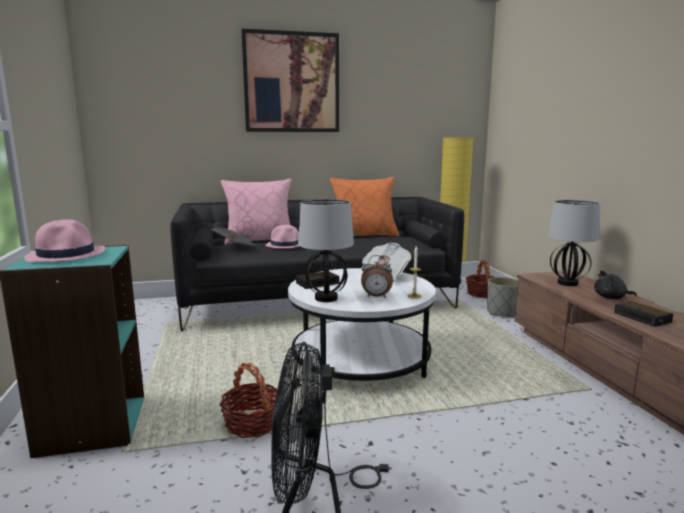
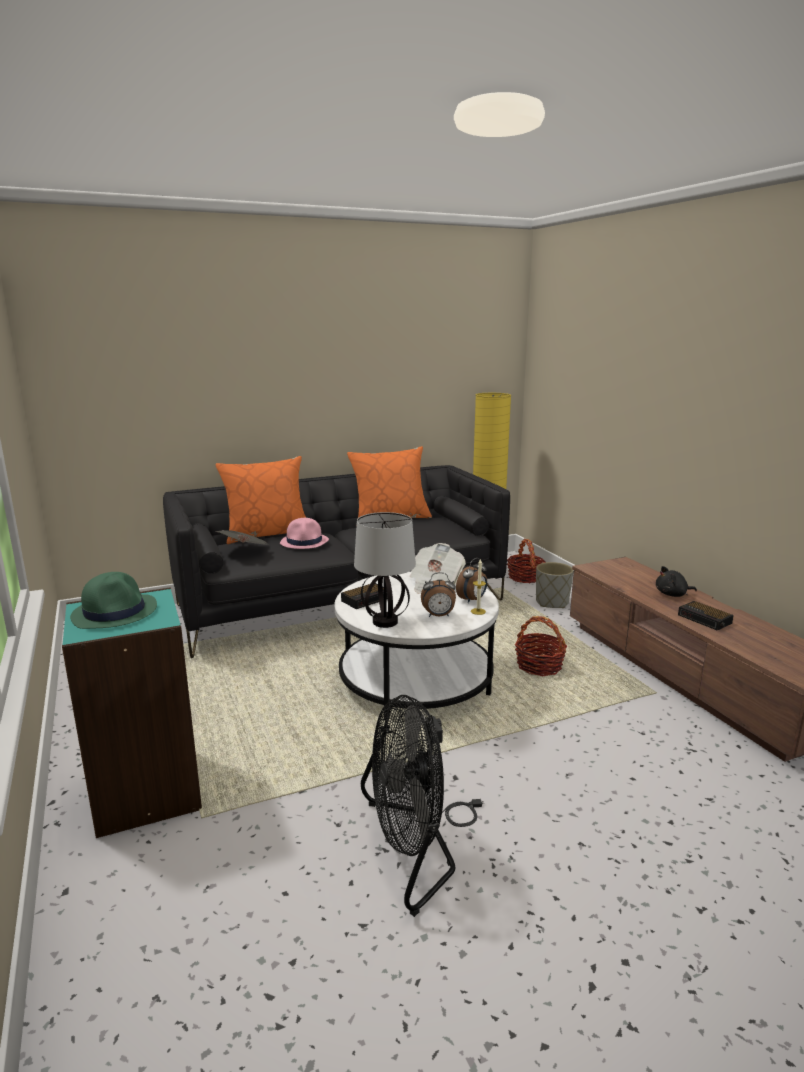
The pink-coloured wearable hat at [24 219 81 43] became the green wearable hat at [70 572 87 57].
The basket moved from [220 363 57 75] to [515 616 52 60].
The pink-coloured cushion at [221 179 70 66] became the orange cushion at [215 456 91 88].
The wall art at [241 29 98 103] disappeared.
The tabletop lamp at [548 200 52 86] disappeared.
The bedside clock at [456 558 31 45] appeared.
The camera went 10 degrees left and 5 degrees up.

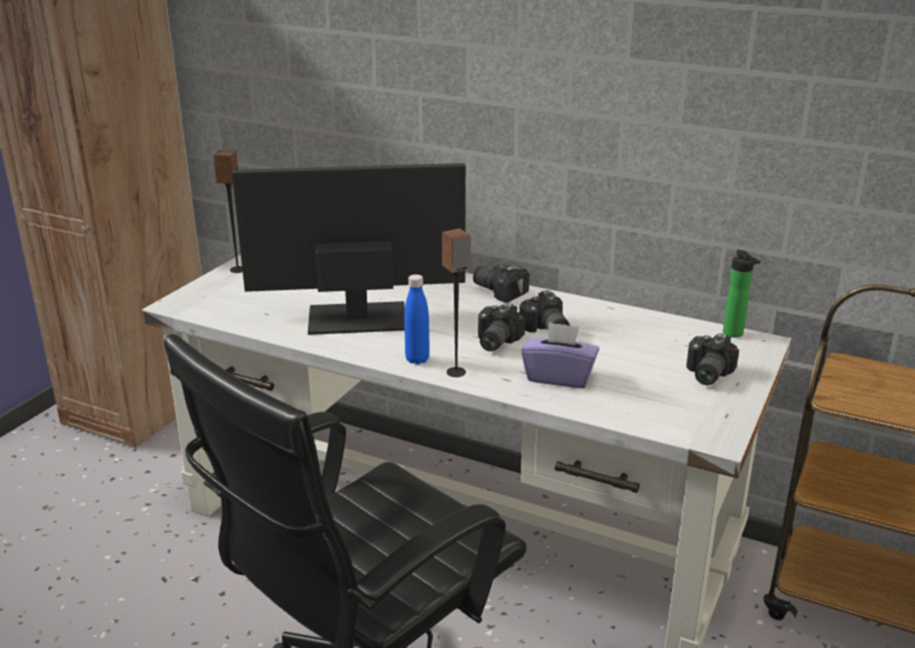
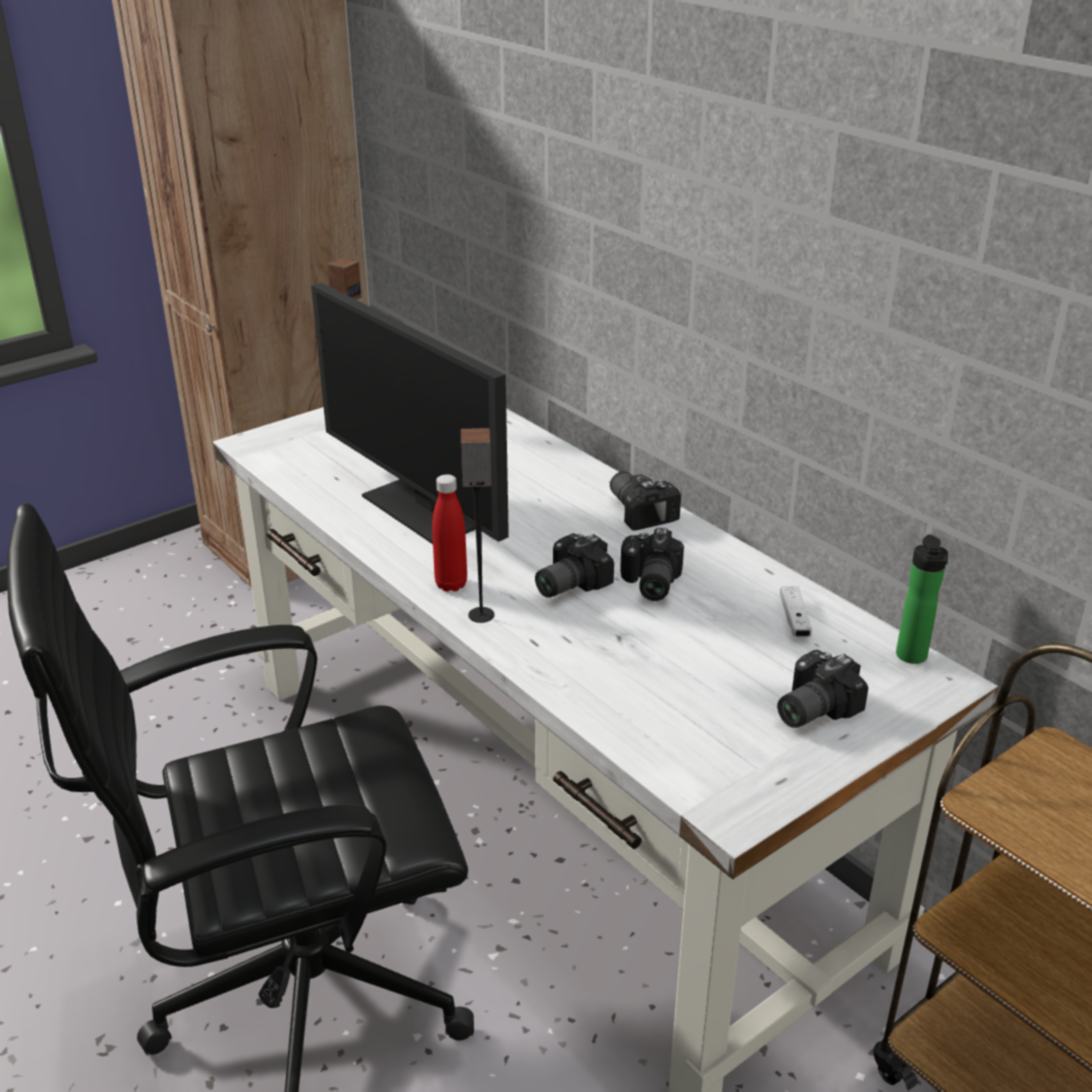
The computer display at [232 163 234 172] turned 150 degrees counterclockwise.
The blue-coloured bottle at [404 274 26 90] became the reddish bottle at [432 474 35 118].
The purplish box of tissues at [521 322 78 66] disappeared.
The white joypad at [780 586 32 52] appeared.
The camera went 25 degrees right and 5 degrees up.

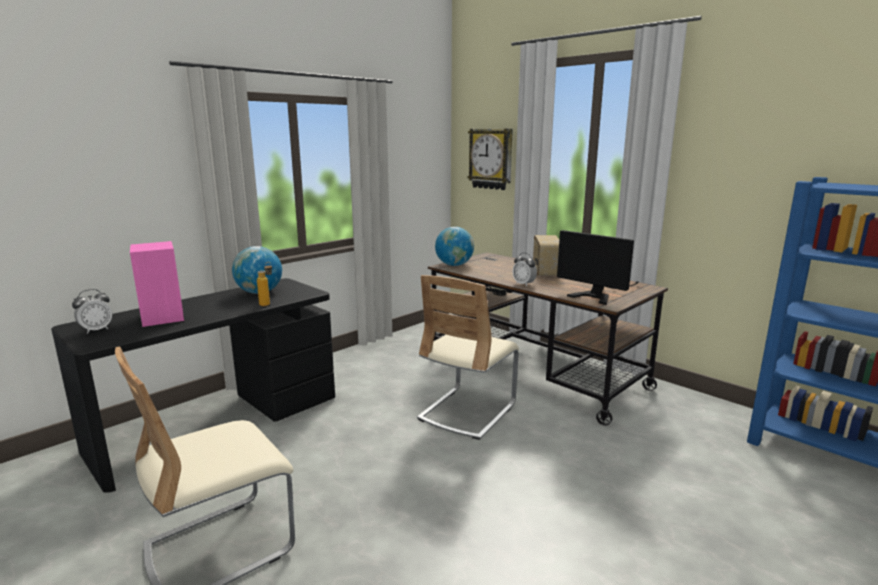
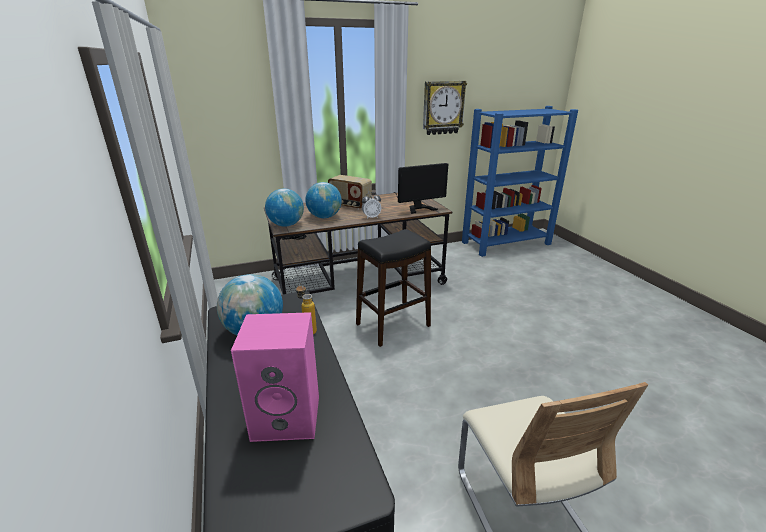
The bedside clock at [72 289 40 45] disappeared.
The beige chair at [417 275 102 165] was replaced by the blackish stool seat at [356 229 75 118].
The wall clock moved from [467 129 46 61] to [423 81 44 54].
The desk globe at [305 182 37 36] appeared.
The camera went 65 degrees left and 10 degrees up.

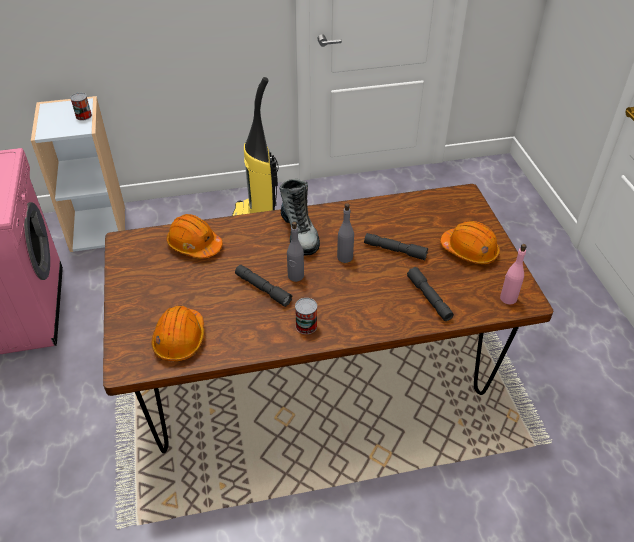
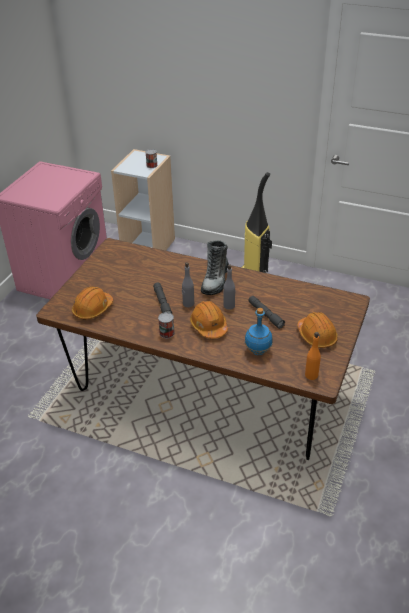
The orange safety helmet moved from [166 214 57 44] to [190 301 38 38].
The gray hand torch at [407 267 47 54] was replaced by the blue-coloured bottle at [245 308 28 47].
The pink-coloured bottle at [500 244 27 61] became the orange bottle at [305 332 16 48].
The camera went 35 degrees right and 5 degrees down.

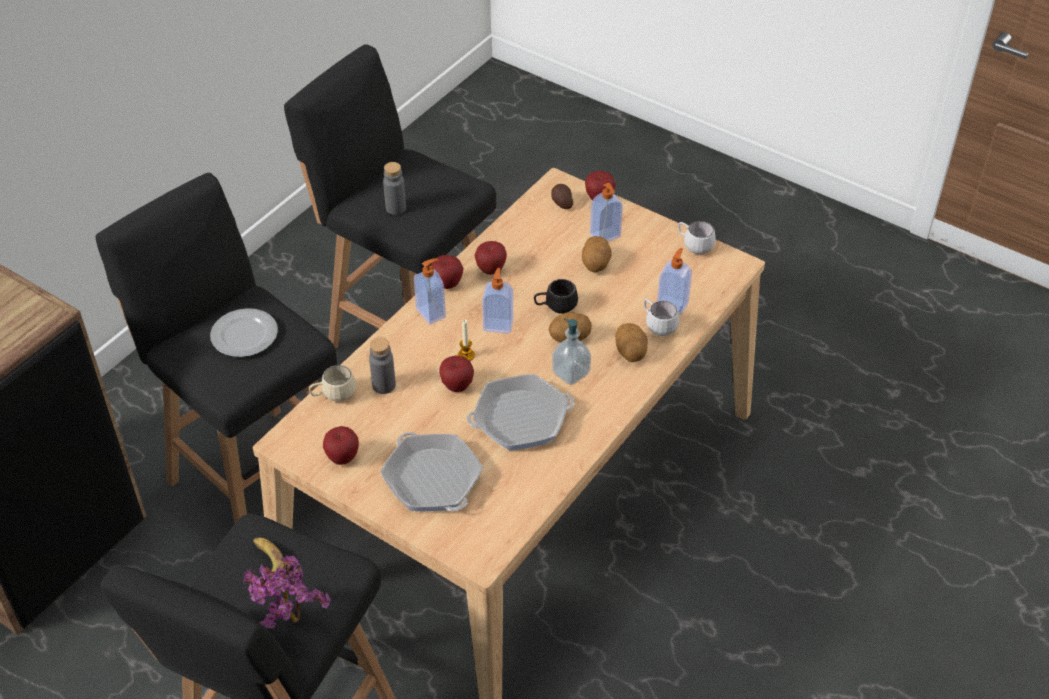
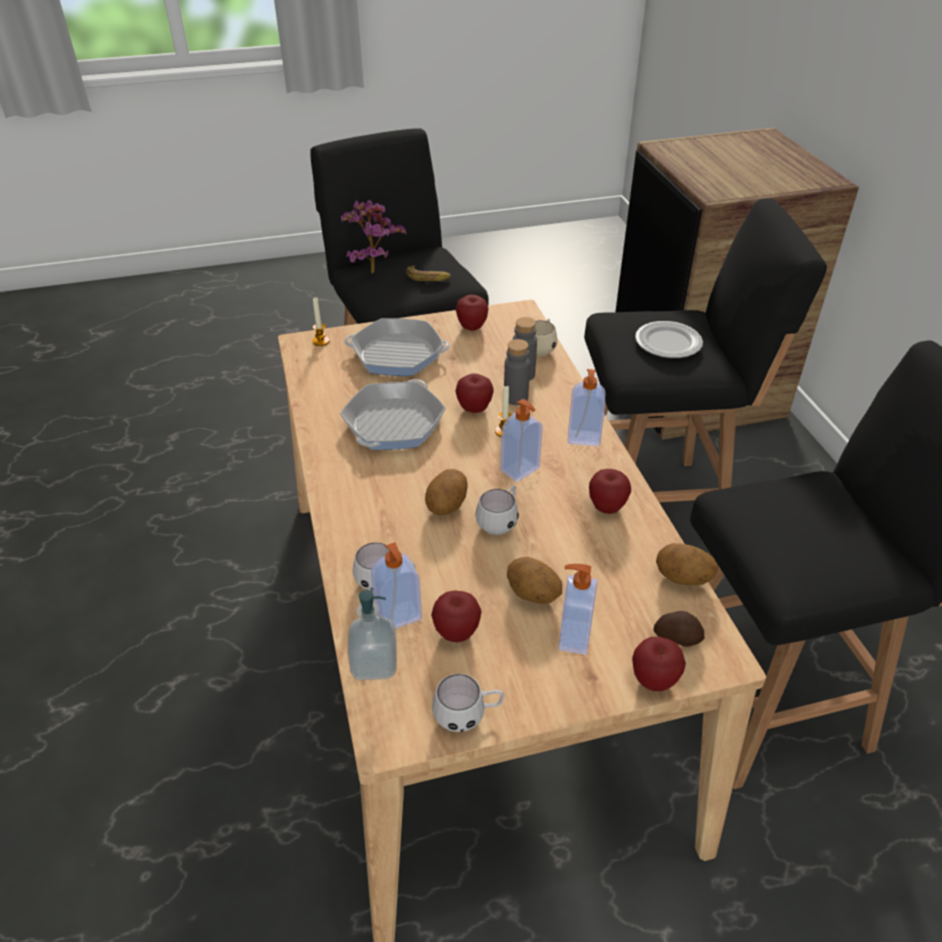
The gray bottle moved from [383 162 23 53] to [504 339 26 66].
The apple fruit moved from [431 255 33 34] to [431 590 51 52].
The blackish tea mug at [534 279 44 35] became the white tea mug at [475 485 44 50].
The liquid soap bottle moved from [552 318 39 67] to [347 590 50 90].
The spud moved from [615 323 33 39] to [656 543 62 42].
The wax candle at [312 298 18 48] appeared.
The camera went 130 degrees right and 5 degrees down.

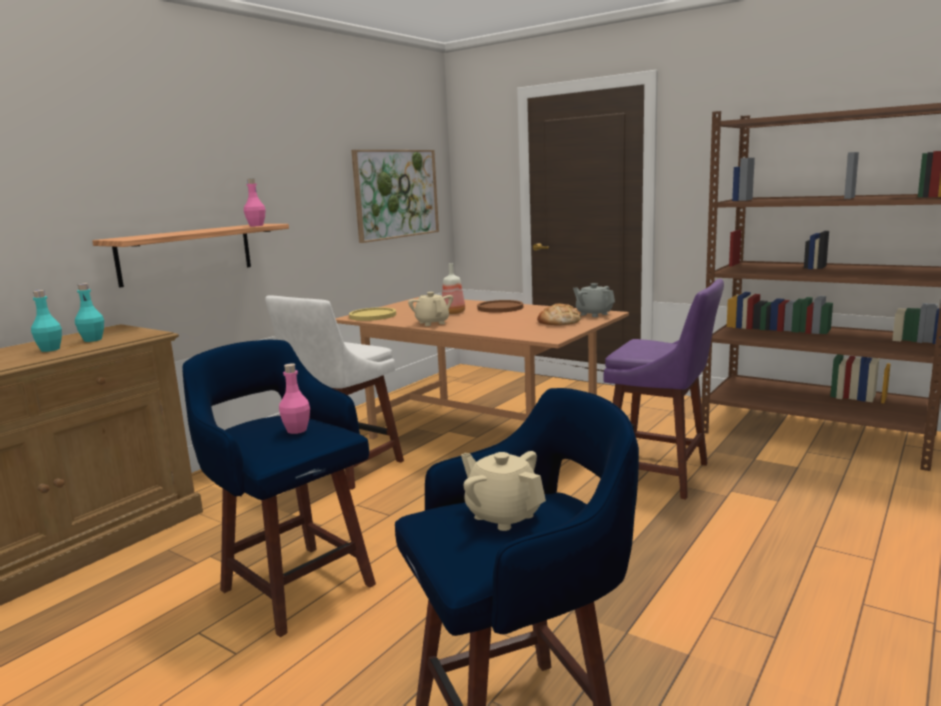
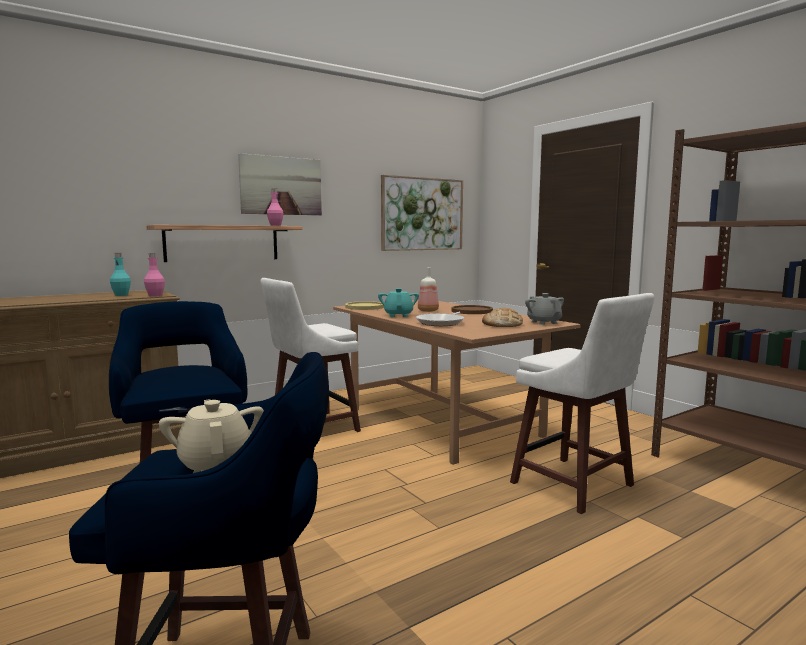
The turquoise-coloured bottle at [31 290 31 62] disappeared.
The pink-coloured bottle moved from [279 363 31 71] to [144 253 21 44].
The beige teapot at [408 292 45 34] became the turquoise-coloured teapot at [378 288 41 29].
The purplish chair at [603 279 121 221] became the white chair at [510 293 145 221].
The wall art at [238 153 84 62] appeared.
The skillet at [416 312 48 14] appeared.
The camera went 20 degrees right and 5 degrees down.

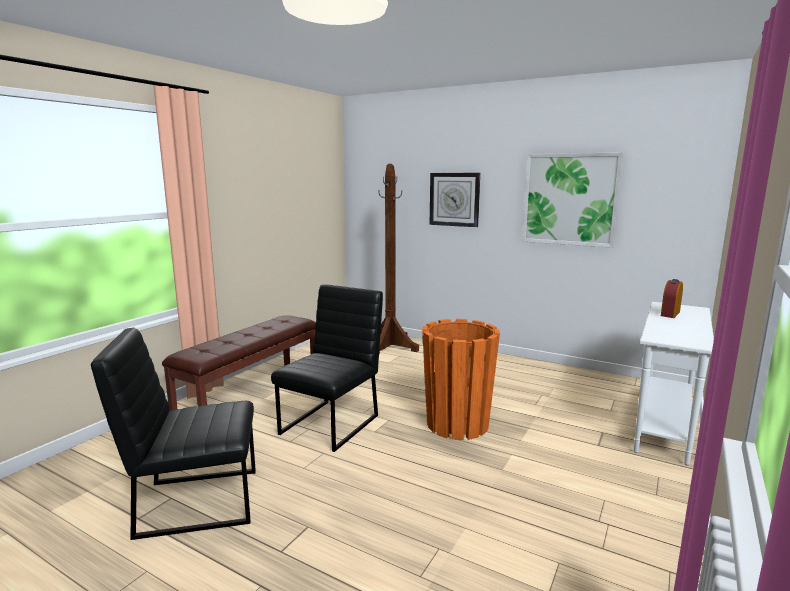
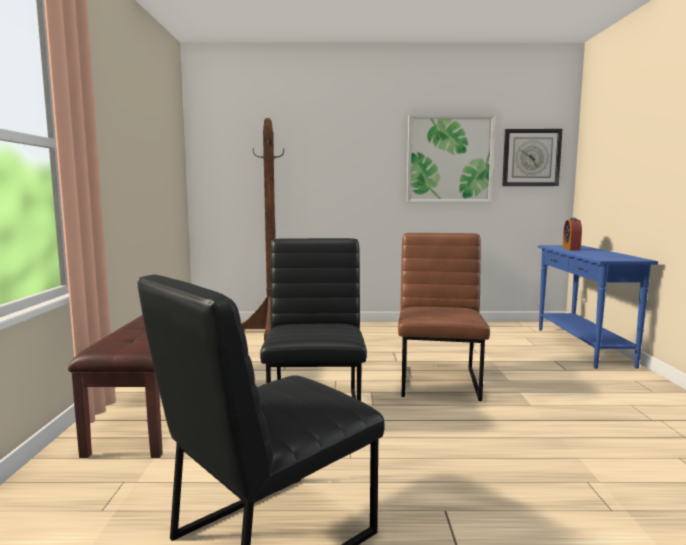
The orange plant pot at [422 319 78 121] was replaced by the brown chair at [398 233 92 168].
The wall clock moved from [430 173 50 54] to [502 129 60 57].
The white hall table at [634 302 80 163] became the blue-coloured hall table at [538 245 120 124].
The camera went 30 degrees left and 5 degrees down.

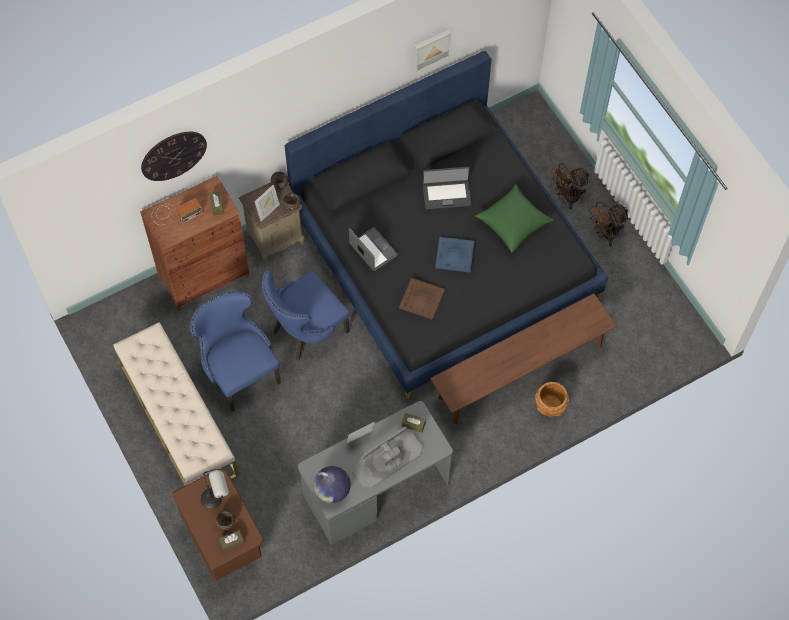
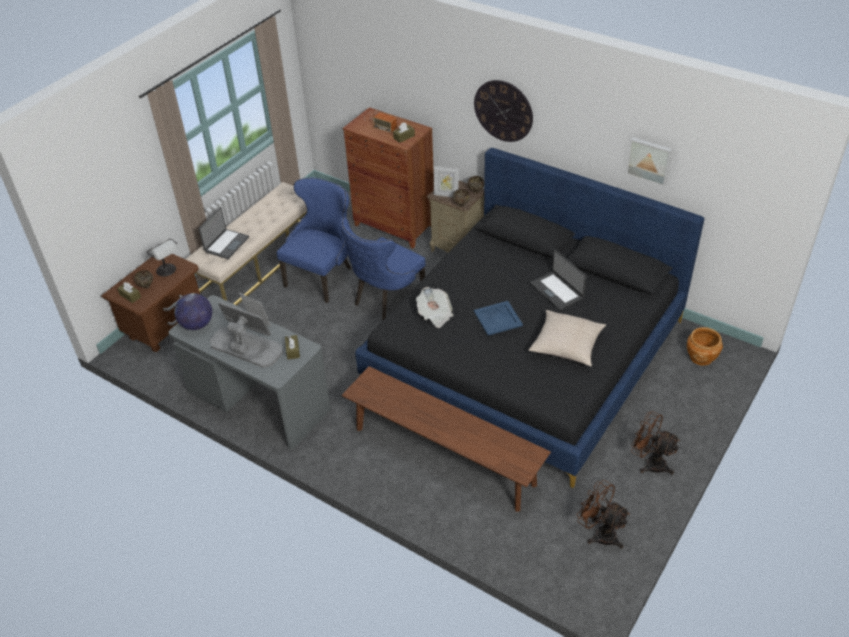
The wall clock moved from [141 132 66 49] to [474 80 59 62].
The blue-coloured chair at [262 270 87 90] turned 75 degrees counterclockwise.
The notebook computer moved from [349 227 49 44] to [198 207 51 52].
The brown tray at [399 278 46 42] was replaced by the daily paper at [416 287 38 41].
The green cushion at [475 185 78 68] became the beige cushion at [529 310 77 56].
The brown plant pot moved from [535 382 34 35] to [687 327 36 39].
The brown fan moved from [551 163 39 46] to [577 480 53 69].
The camera went 65 degrees right and 20 degrees down.

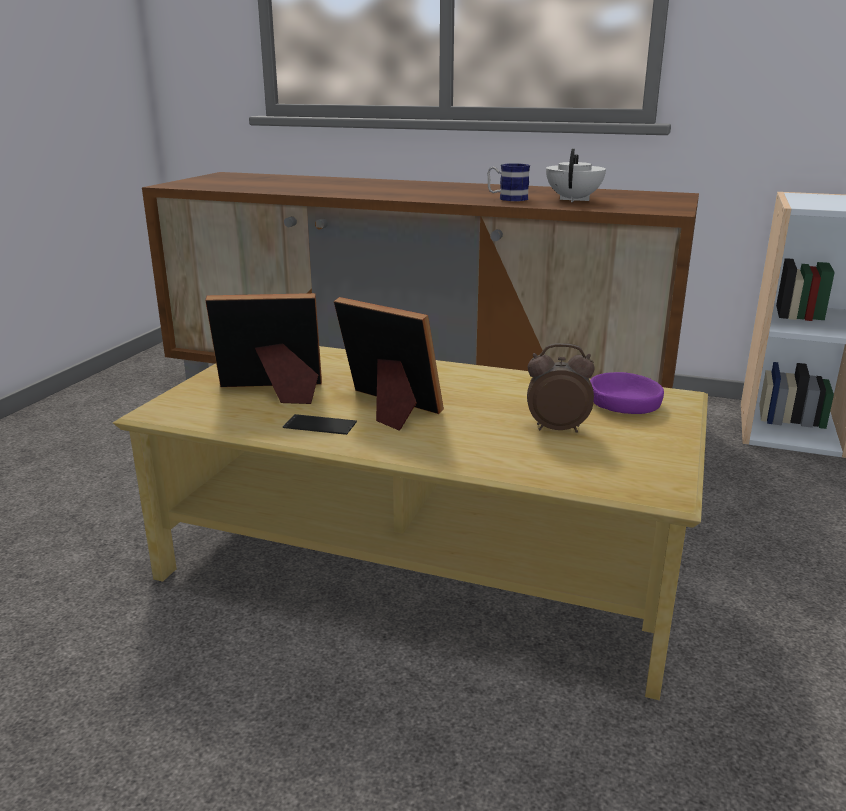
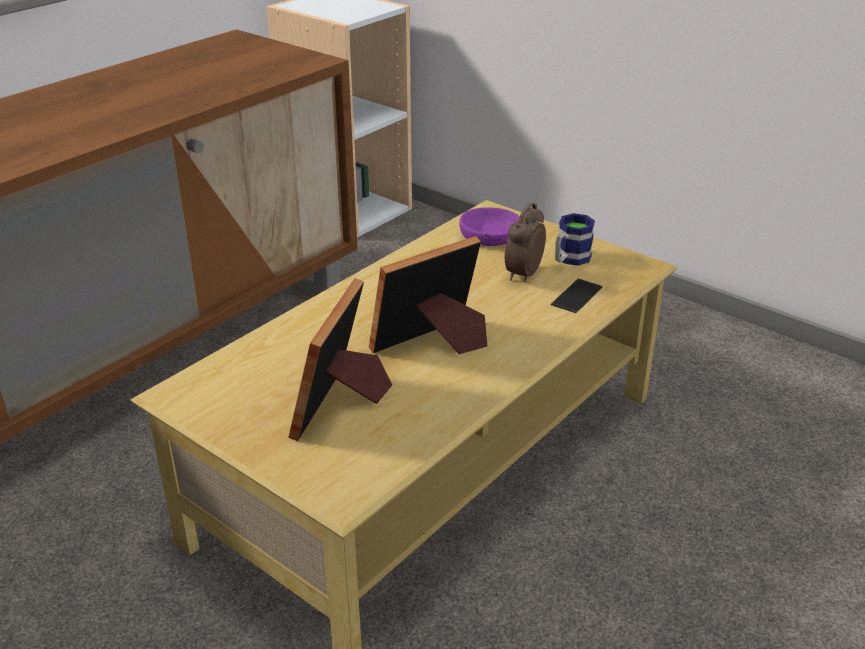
The phone moved from [283 414 74 21] to [551 279 51 34].
The tea mug moved from [487 163 43 38] to [555 213 40 53].
The white teapot at [546 149 60 53] disappeared.
The camera went 70 degrees left and 10 degrees up.

